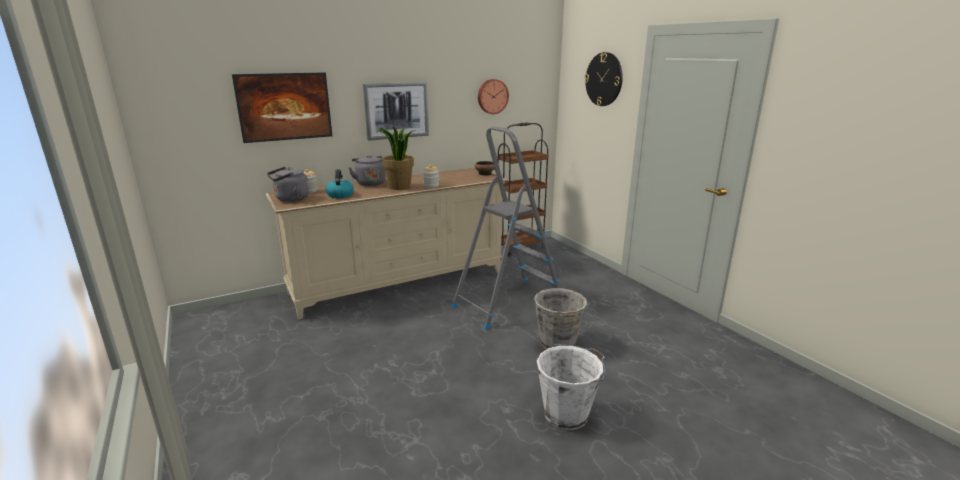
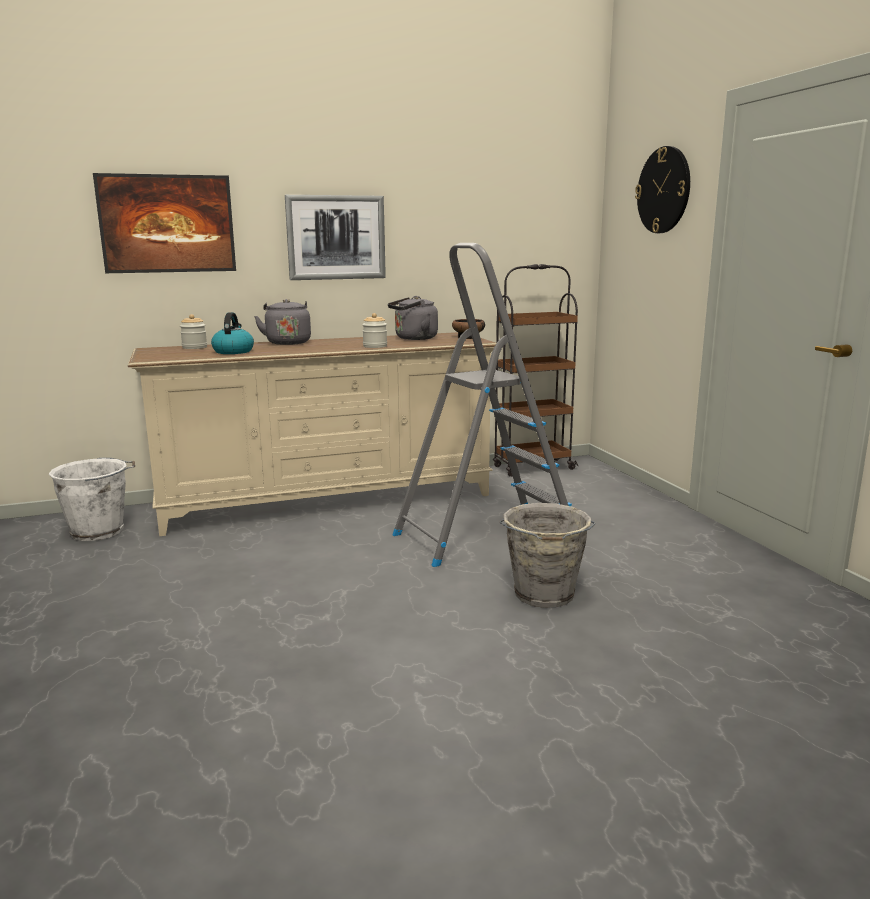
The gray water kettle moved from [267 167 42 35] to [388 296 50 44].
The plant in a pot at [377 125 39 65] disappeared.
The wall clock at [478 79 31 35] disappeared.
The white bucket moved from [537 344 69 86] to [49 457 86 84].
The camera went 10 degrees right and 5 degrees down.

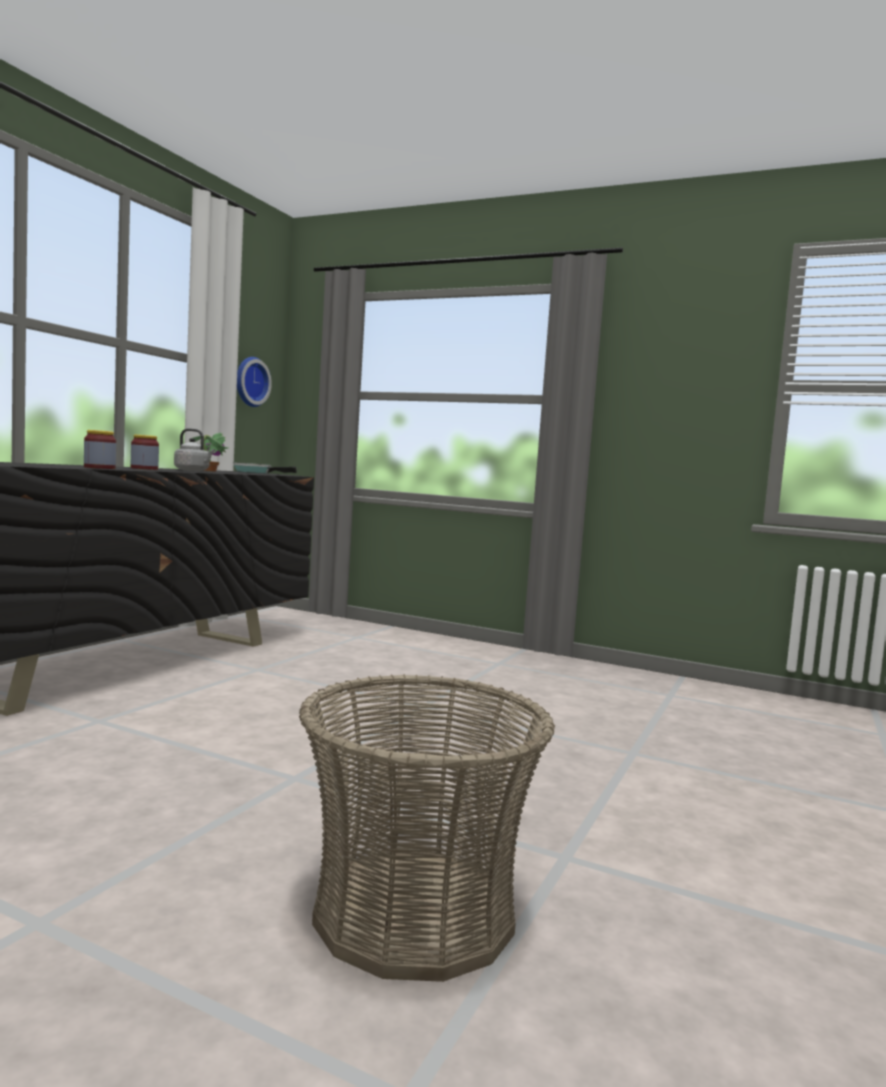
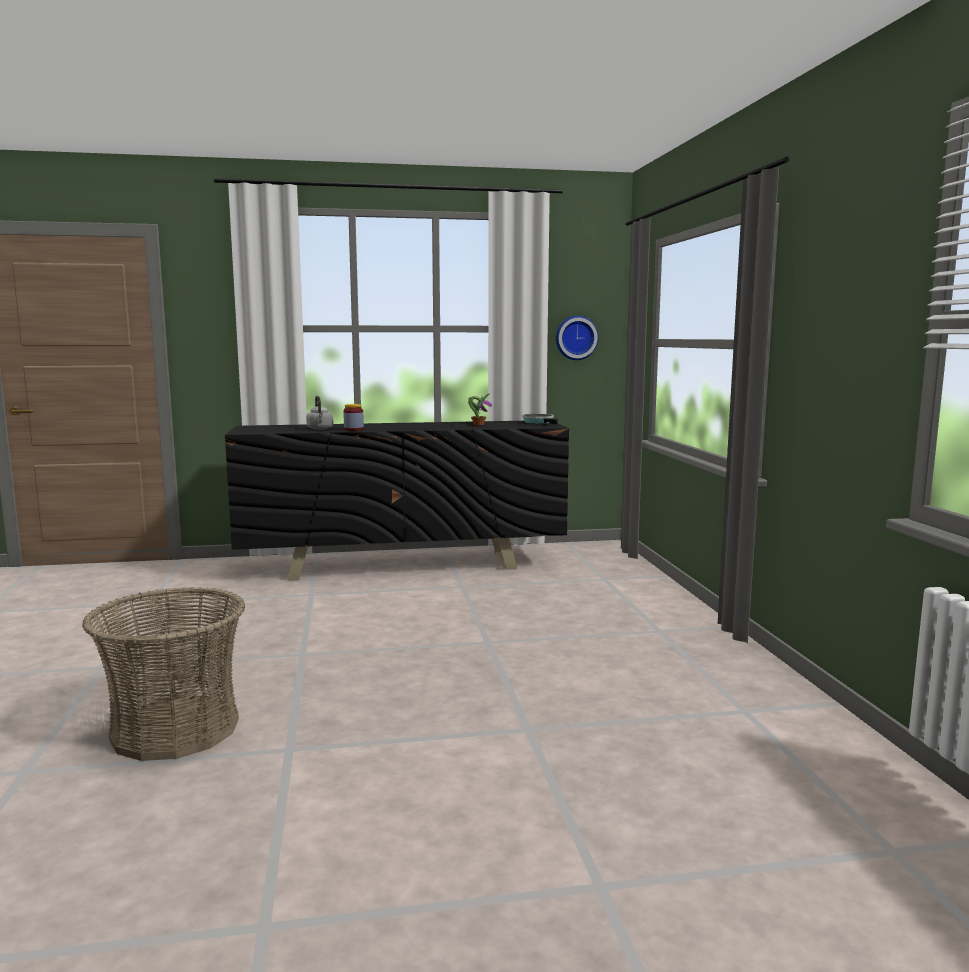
The preserve jar at [131 435 28 35] disappeared.
The gray water kettle moved from [174 428 41 44] to [306 396 27 34].
The camera went 55 degrees right and 5 degrees up.

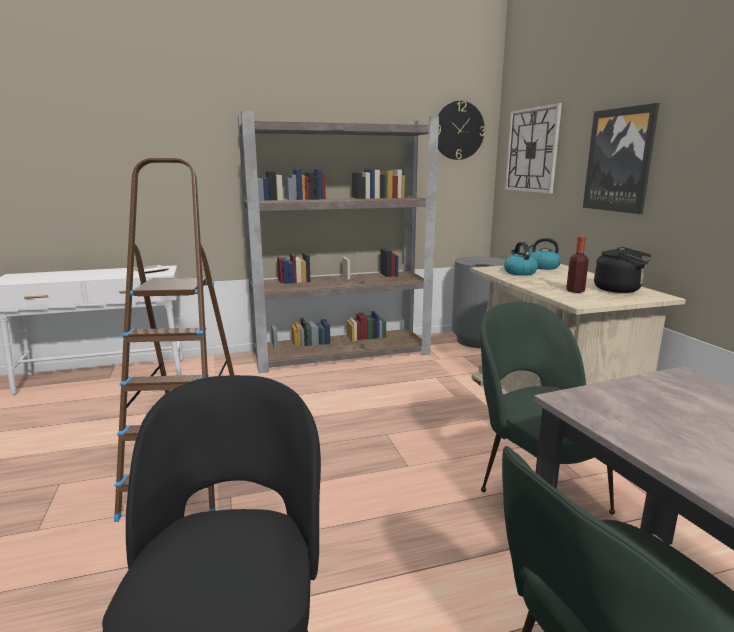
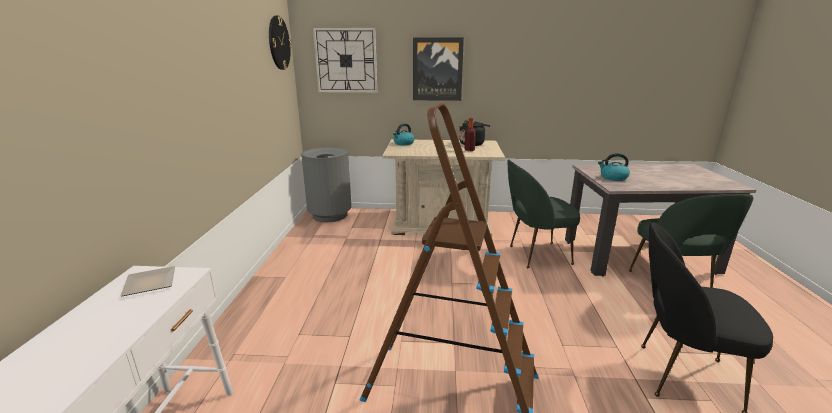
The brown bookshelf at [238 111 201 262] disappeared.
The water kettle moved from [504 242 34 34] to [598 153 32 28].
The camera went 70 degrees left and 5 degrees up.

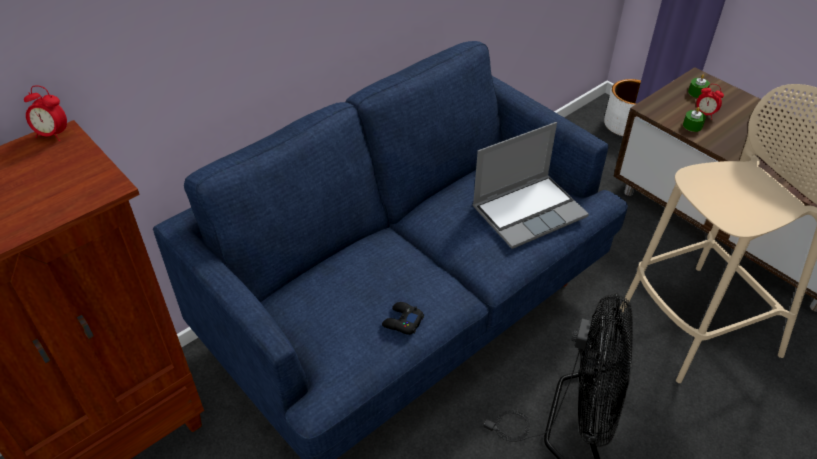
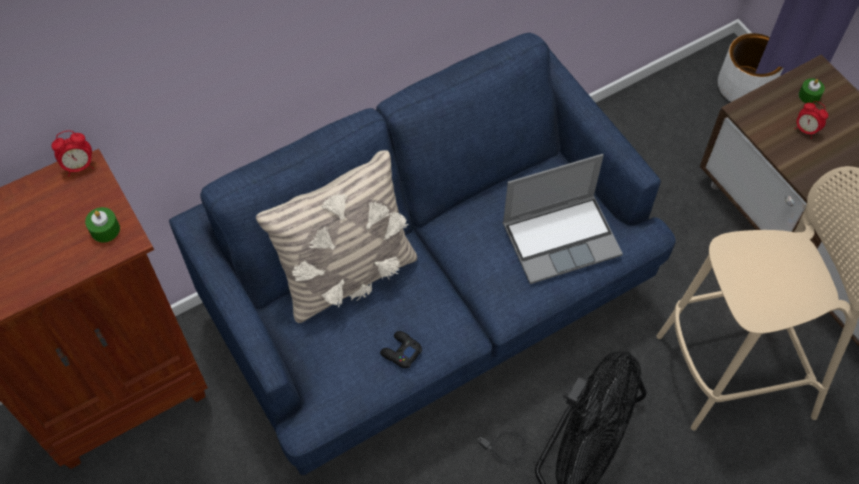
The bedside clock at [24 85 43 56] turned 45 degrees counterclockwise.
The green wax candle moved from [683 107 23 25] to [85 207 35 36].
The beige cushion at [256 150 161 173] appeared.
The camera went 10 degrees right and 15 degrees up.

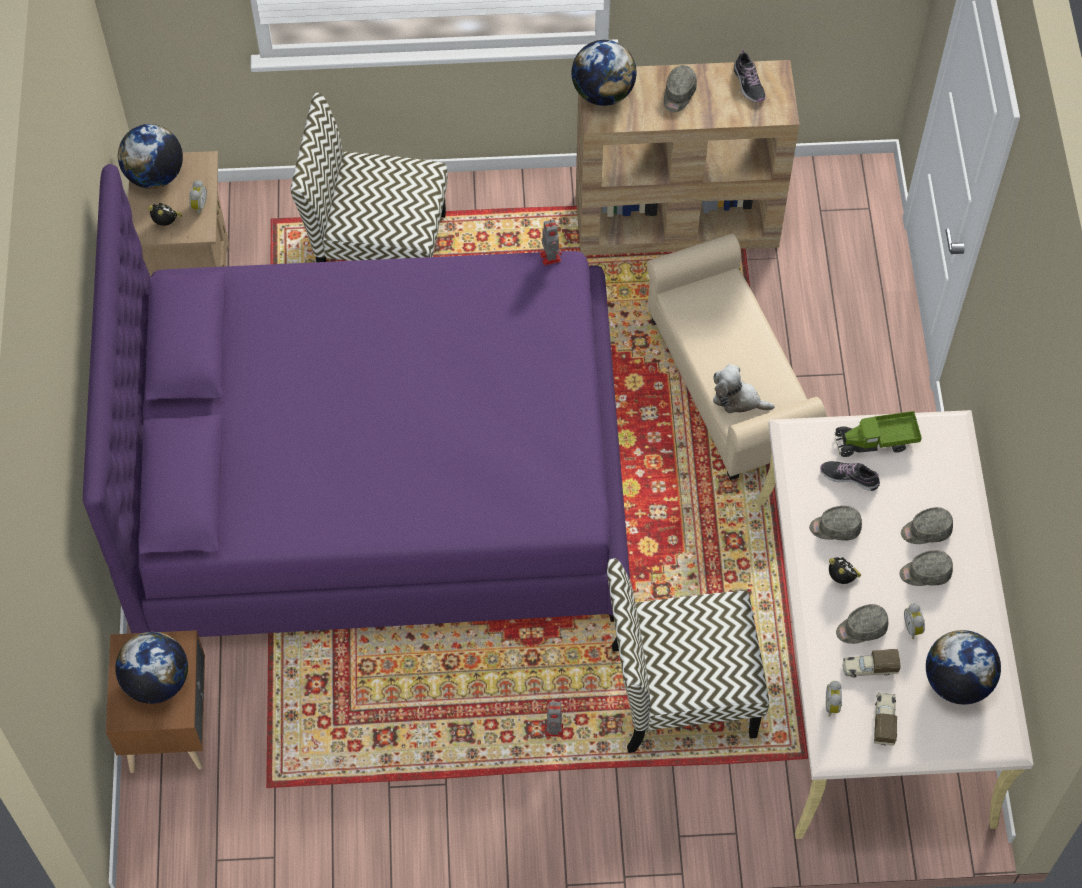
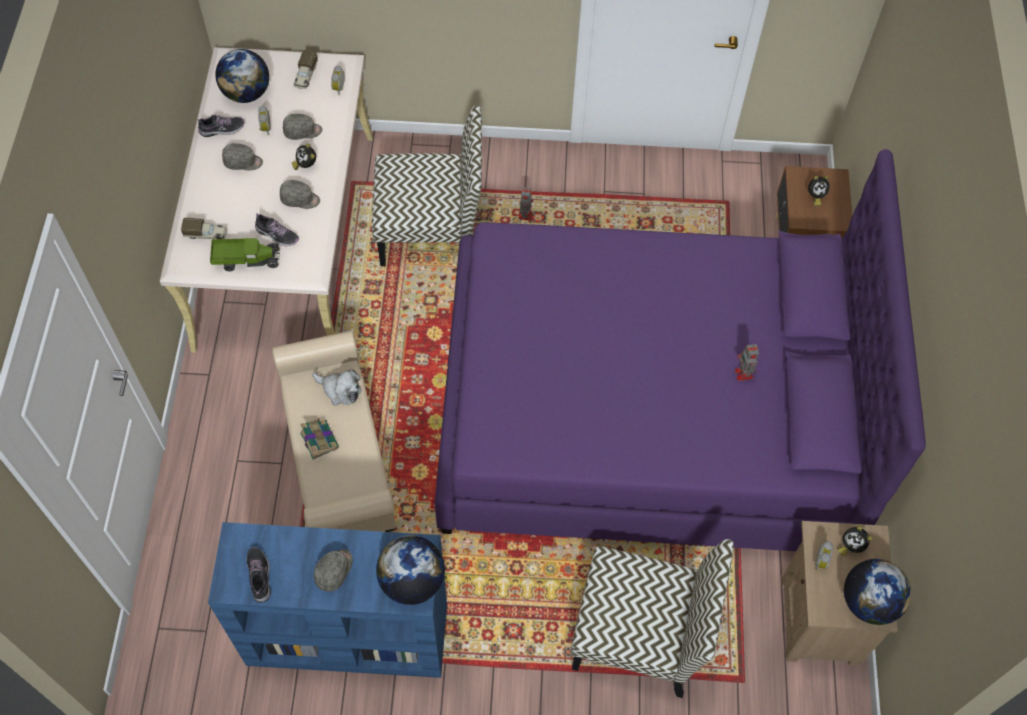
The desk globe at [115 632 73 72] was replaced by the bedside clock at [808 176 22 30].
The model robot moved from [540 219 22 47] to [735 344 24 37].
The brown bookshelf at [576 60 223 196] became the blue-coloured bookshelf at [208 522 239 156].
The toy lorry moved from [842 649 59 28] to [181 218 46 21].
The gray cap at [901 507 52 37] disappeared.
The shoe at [198 115 47 22] appeared.
The book at [300 418 39 42] appeared.
The camera went 175 degrees left and 0 degrees up.

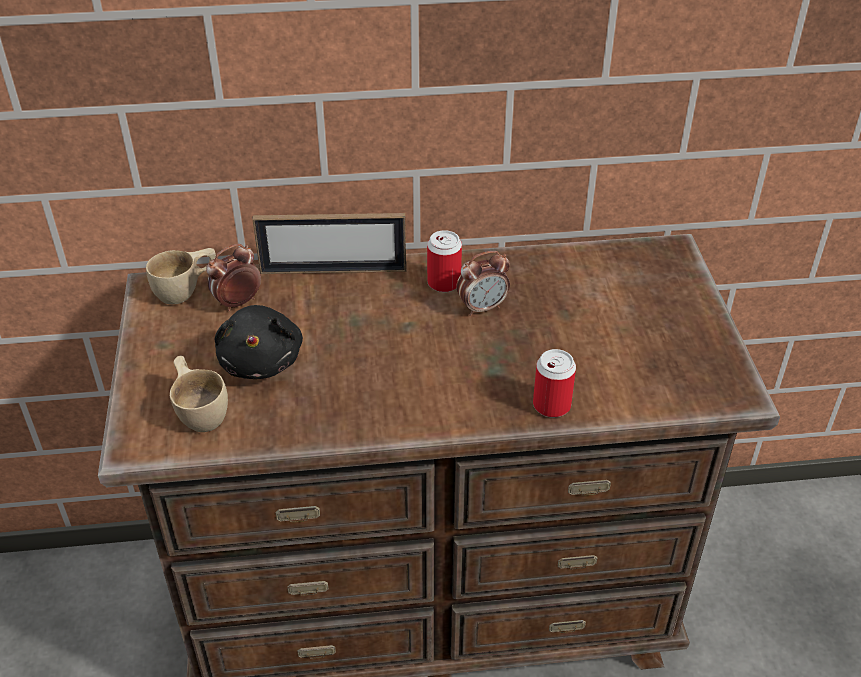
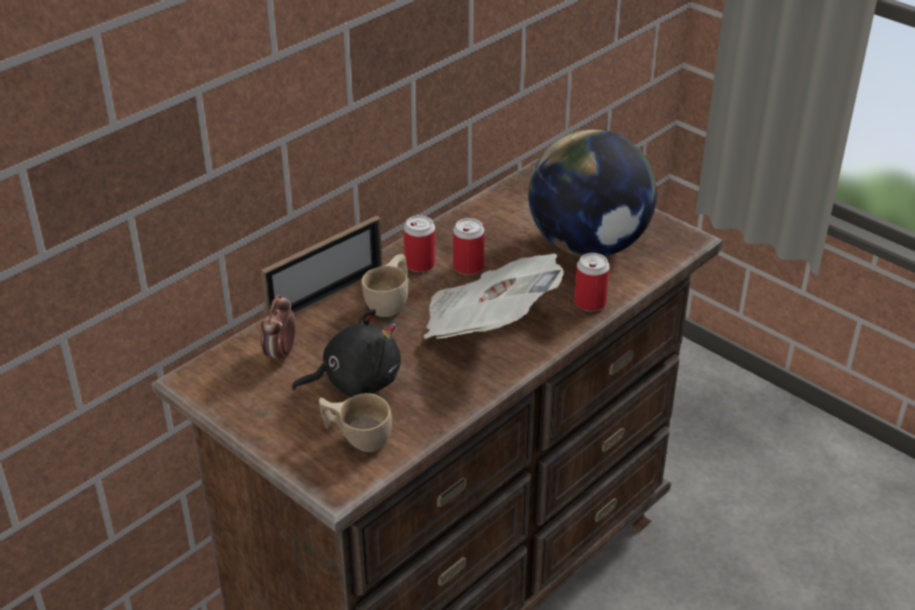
The beige drinking cup moved from [146 248 70 56] to [362 254 47 63].
The blackish soft toy at [214 305 89 74] turned 60 degrees counterclockwise.
The bedside clock at [456 251 54 65] was replaced by the metal can at [453 218 32 57].
The daily paper at [423 254 141 85] appeared.
The desk globe at [528 129 129 128] appeared.
The camera went 40 degrees left and 5 degrees down.

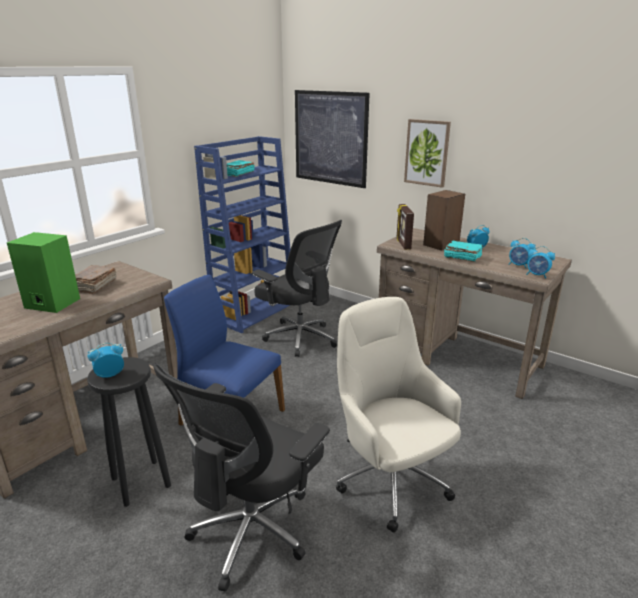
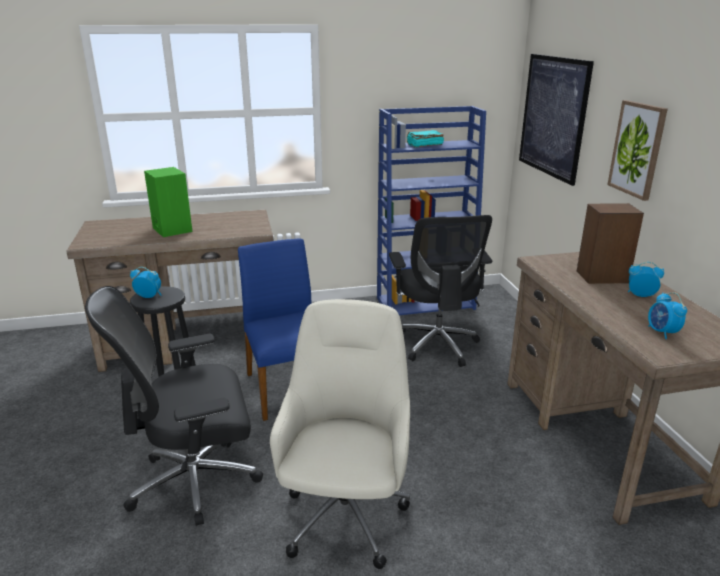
The brown book at [75 265 42 29] disappeared.
The standing frame at [396 204 18 46] disappeared.
The turquoise-coloured book at [444 241 39 21] disappeared.
The bedside clock at [526 246 29 33] disappeared.
The camera went 40 degrees right and 0 degrees up.

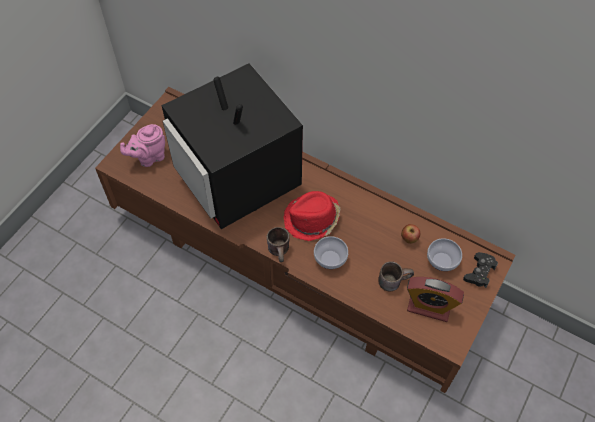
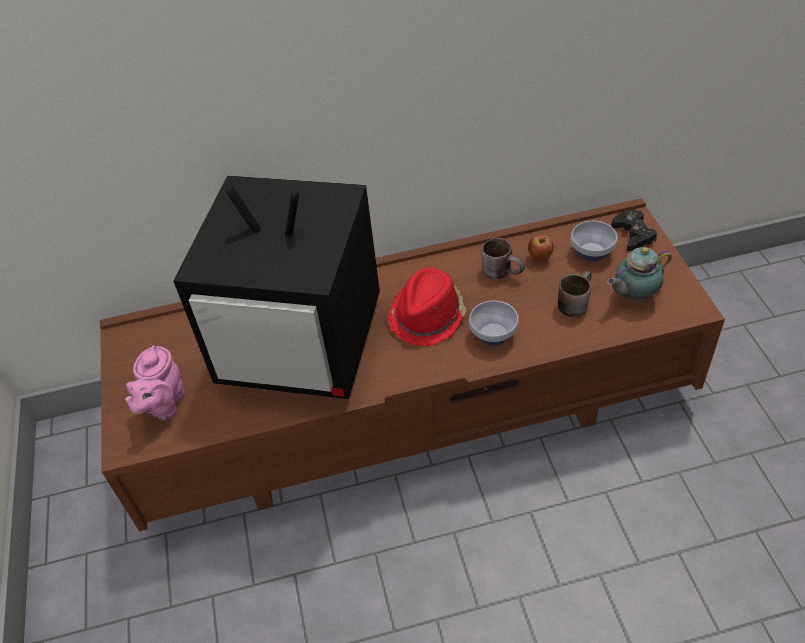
The brown tea mug moved from [267 227 23 35] to [482 238 43 41].
The bedside clock at [407 277 57 45] was replaced by the teapot at [607 247 65 55].
The camera went 40 degrees left and 10 degrees down.

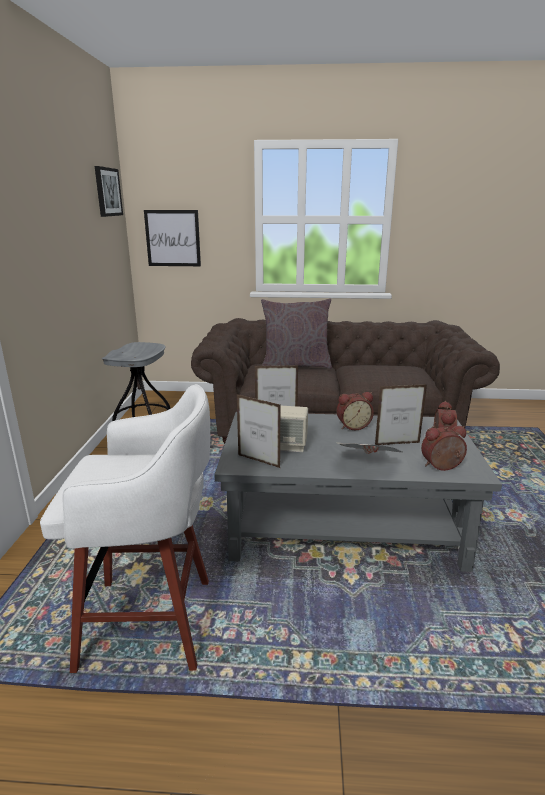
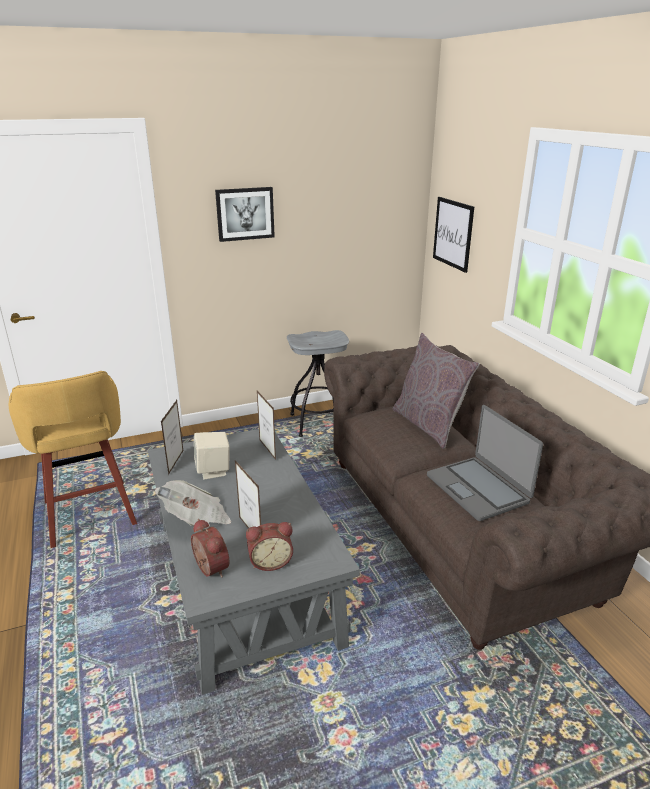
The white stool seat at [40 384 170 289] became the yellow-coloured stool seat at [9 371 128 177].
The wall art moved from [95 166 28 51] to [215 187 60 55].
The bedside clock at [337 392 37 38] disappeared.
The notebook computer at [427 405 116 116] appeared.
The camera went 65 degrees right and 5 degrees up.

